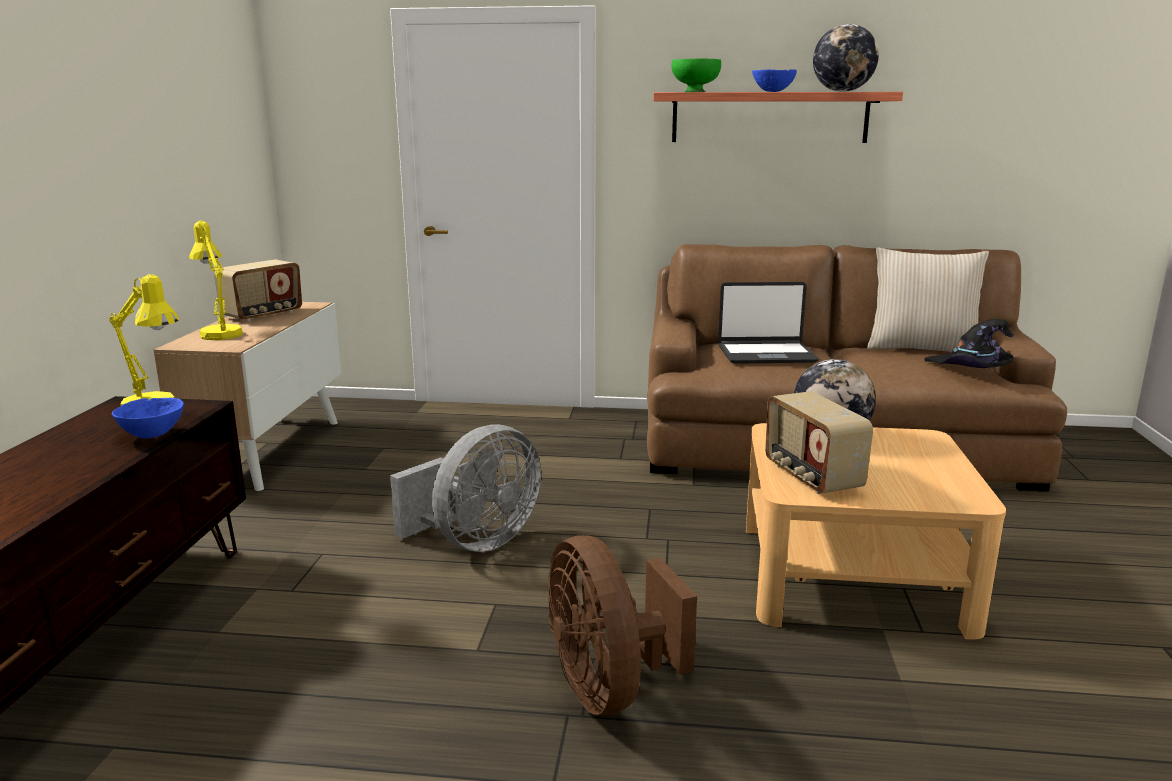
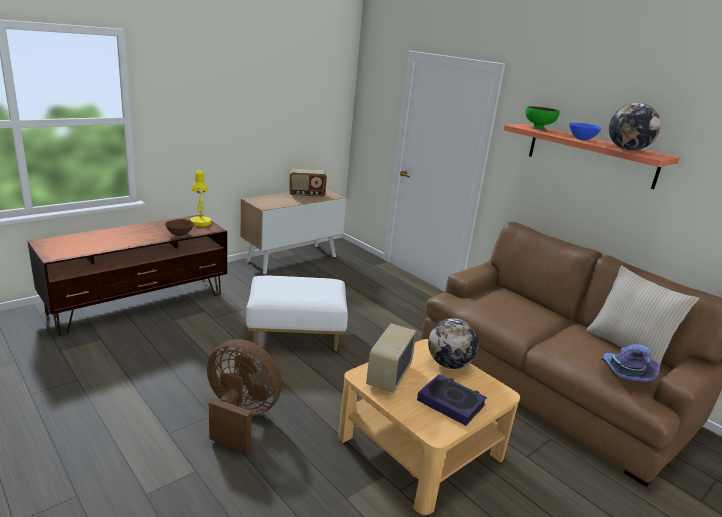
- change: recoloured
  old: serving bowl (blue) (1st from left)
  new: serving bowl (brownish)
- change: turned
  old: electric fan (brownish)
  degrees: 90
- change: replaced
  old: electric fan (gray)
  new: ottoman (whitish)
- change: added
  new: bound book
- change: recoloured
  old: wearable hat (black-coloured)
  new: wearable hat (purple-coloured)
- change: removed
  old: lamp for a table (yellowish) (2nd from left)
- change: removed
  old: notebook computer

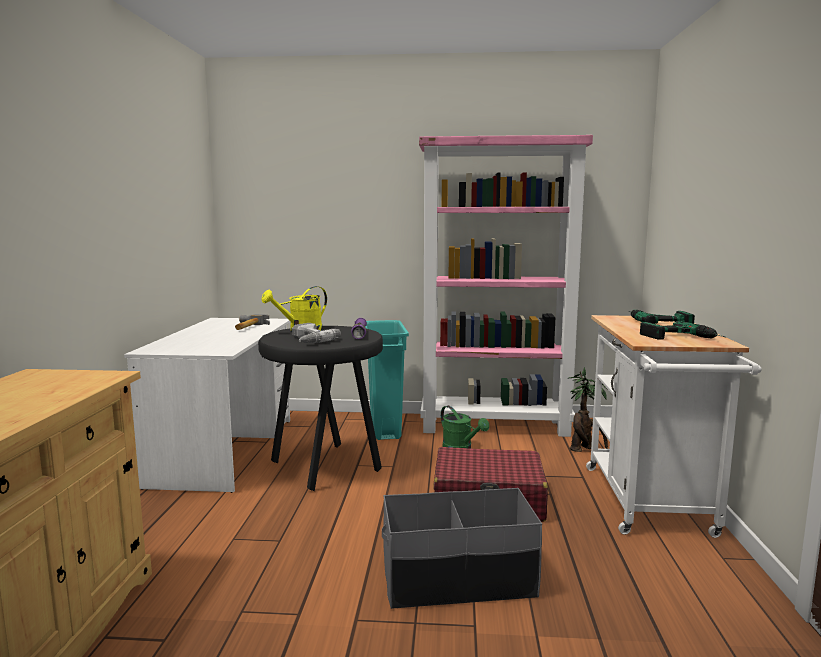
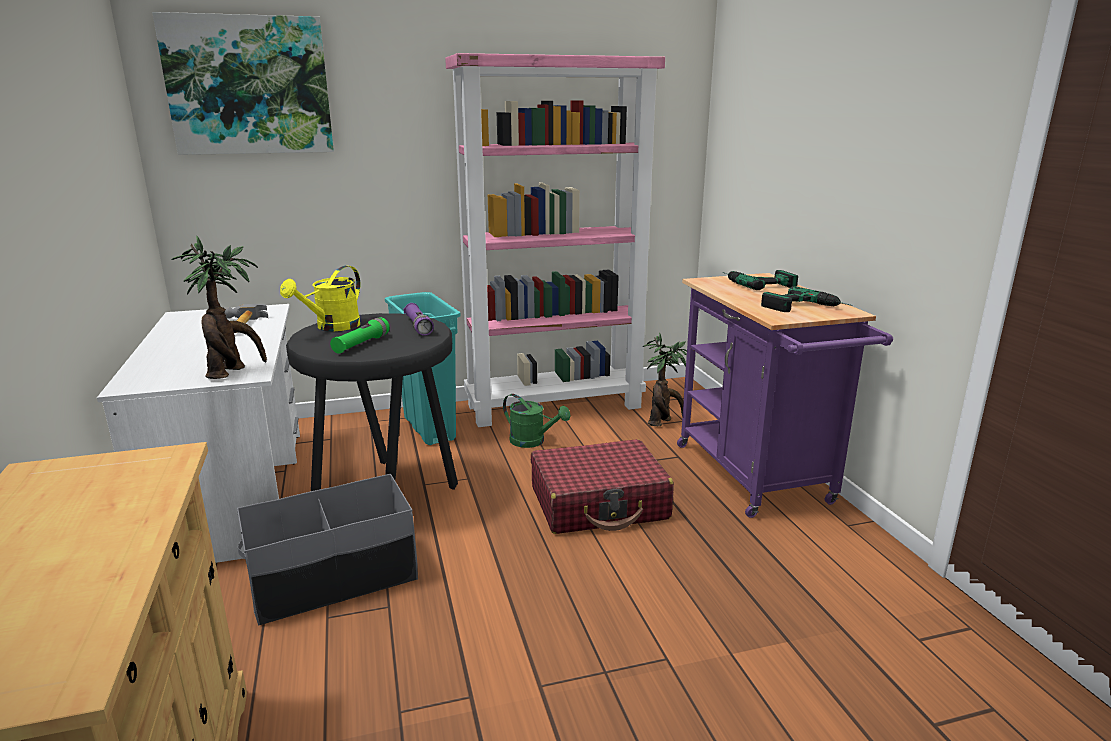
- change: added
  new: wall picture
- change: added
  new: plant in a pot (1st from left)
- change: moved
  old: storage container (gray)
- change: replaced
  old: drill (1st from left)
  new: hand torch (green)
- change: recoloured
  old: cart (whitish)
  new: cart (purple-coloured)

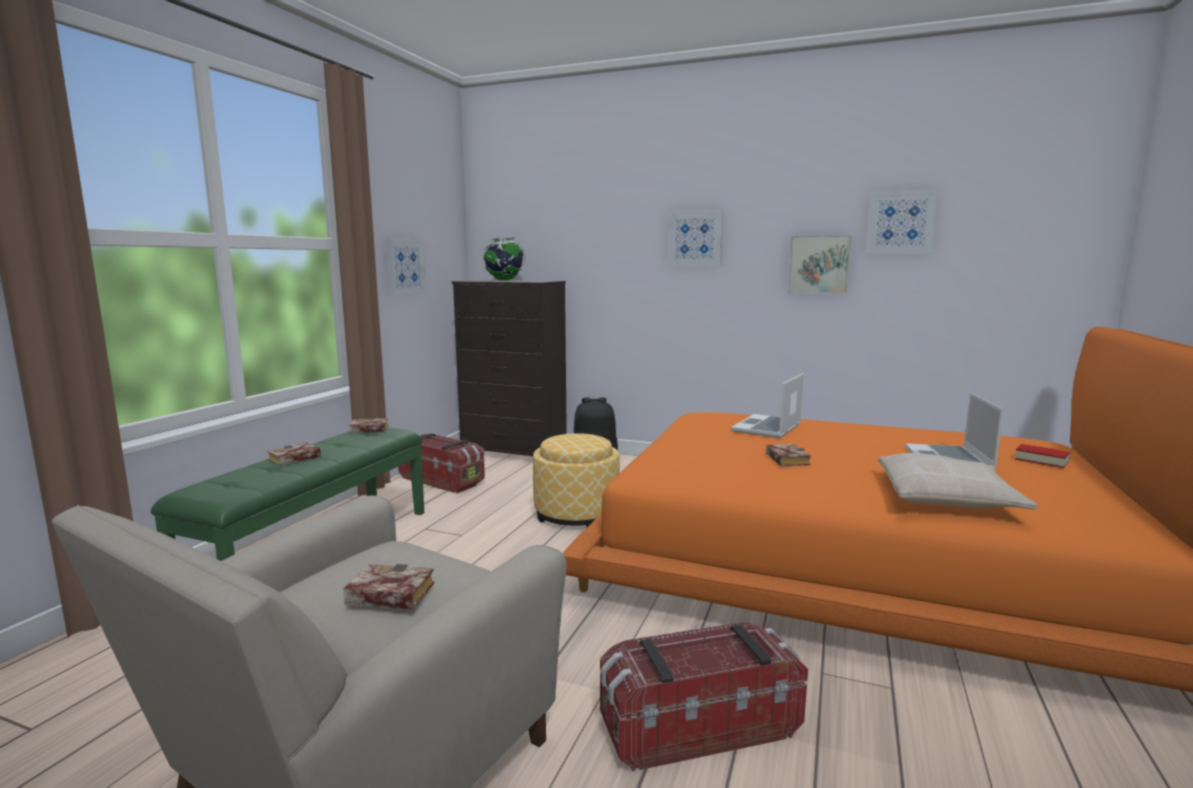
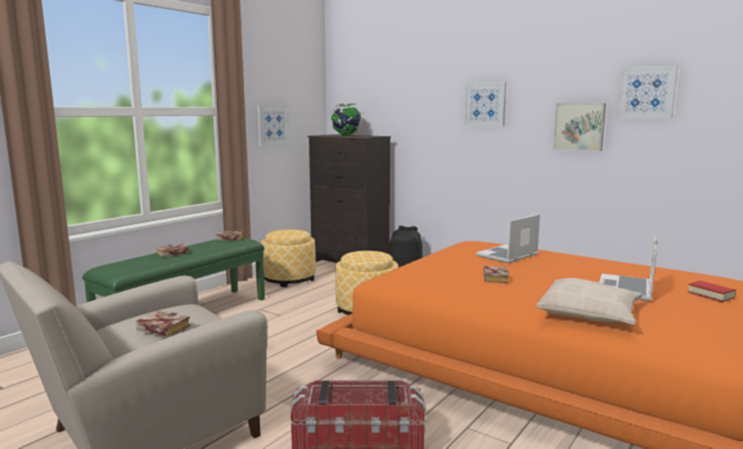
- change: replaced
  old: storage container (1st from left)
  new: ottoman (1st from left)

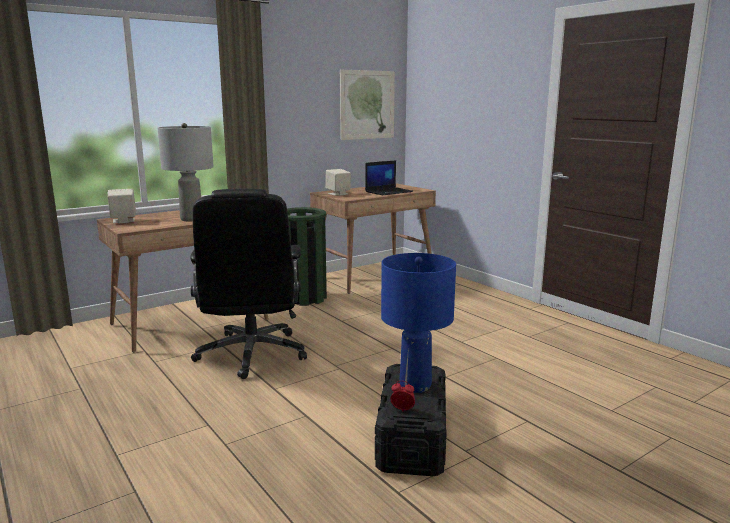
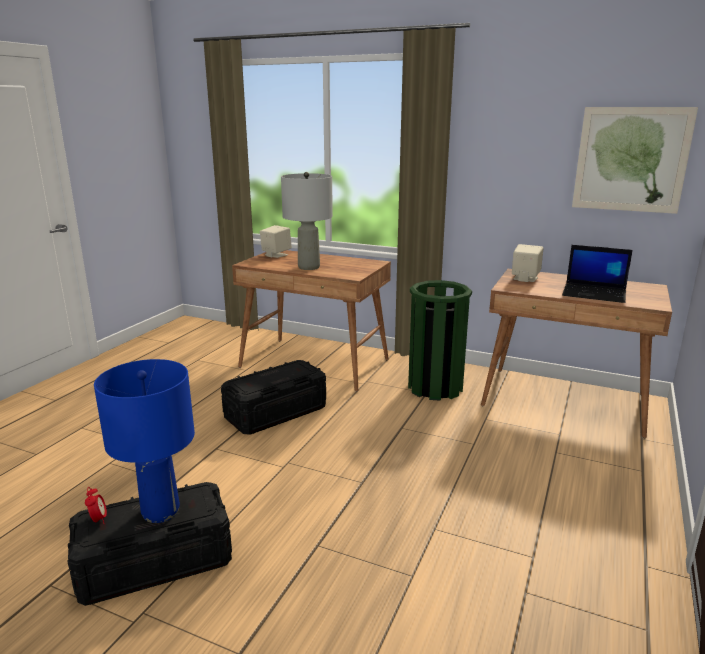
- change: replaced
  old: computer chair (black-coloured)
  new: storage container (black-coloured) (2nd from left)

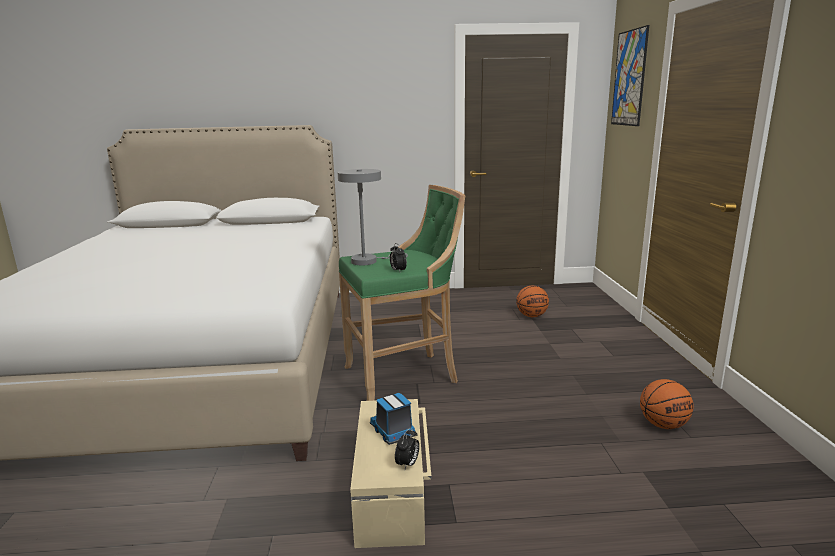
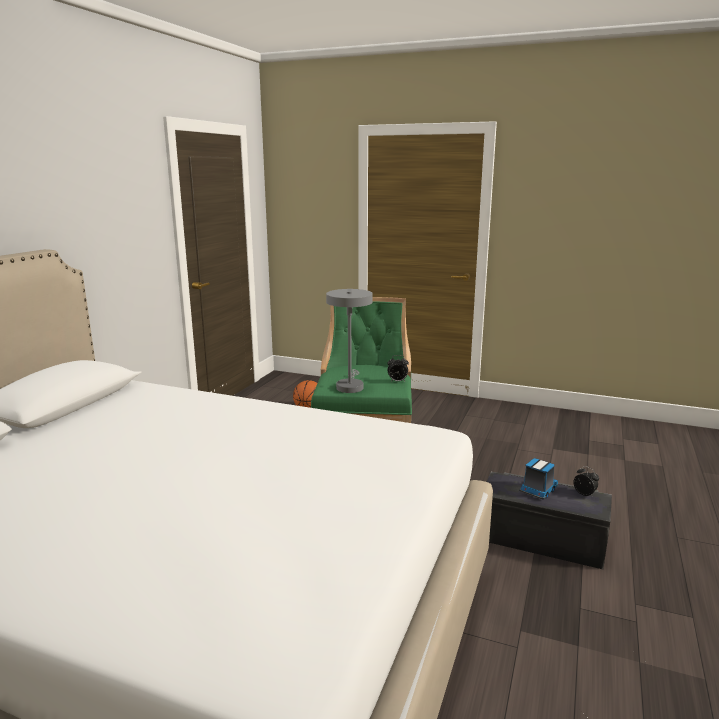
- change: recoloured
  old: storage container (beige)
  new: storage container (black-coloured)
- change: turned
  old: toy lorry
  degrees: 135
- change: removed
  old: wall picture
- change: removed
  old: basketball (2nd from left)

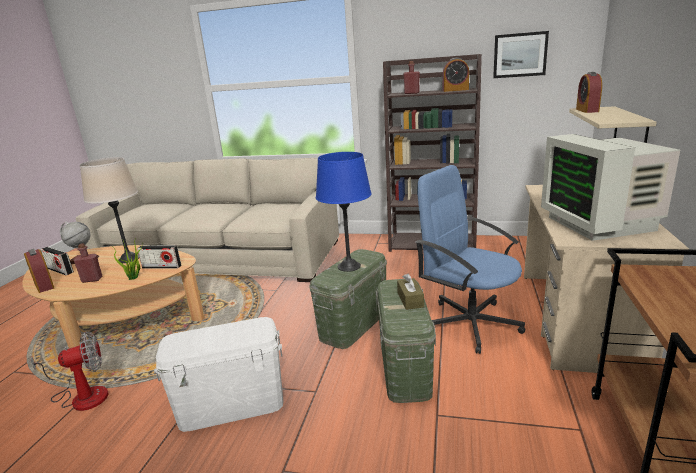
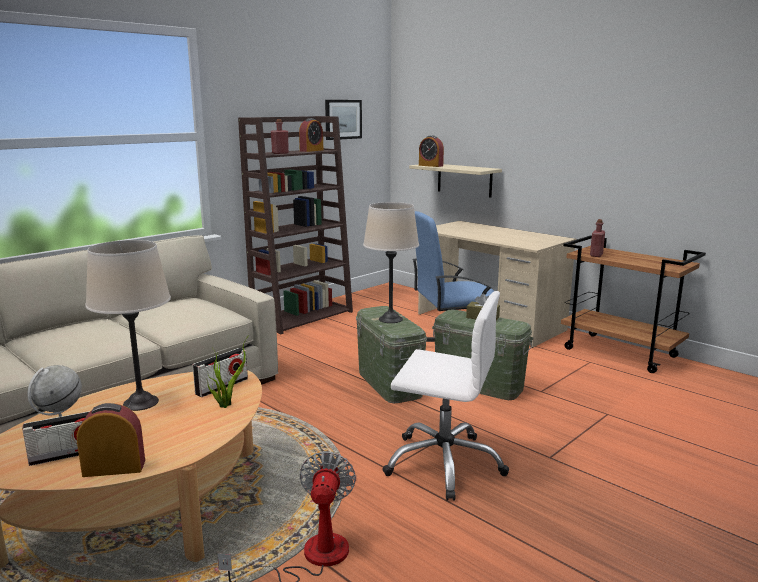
- change: recoloured
  old: lamp for a table (blue)
  new: lamp for a table (beige) (2nd from left)
- change: replaced
  old: storage container (whitish)
  new: computer chair (whitish)
- change: moved
  old: bottle (red) (1st from left in the first image)
  new: bottle (red) (2nd from left)
- change: removed
  old: computer display

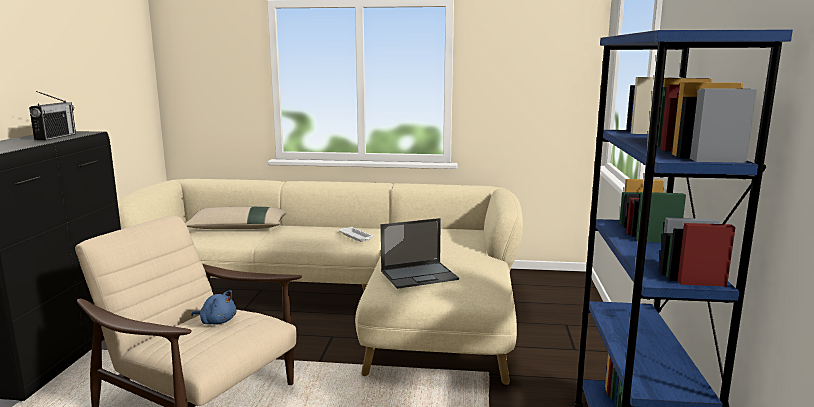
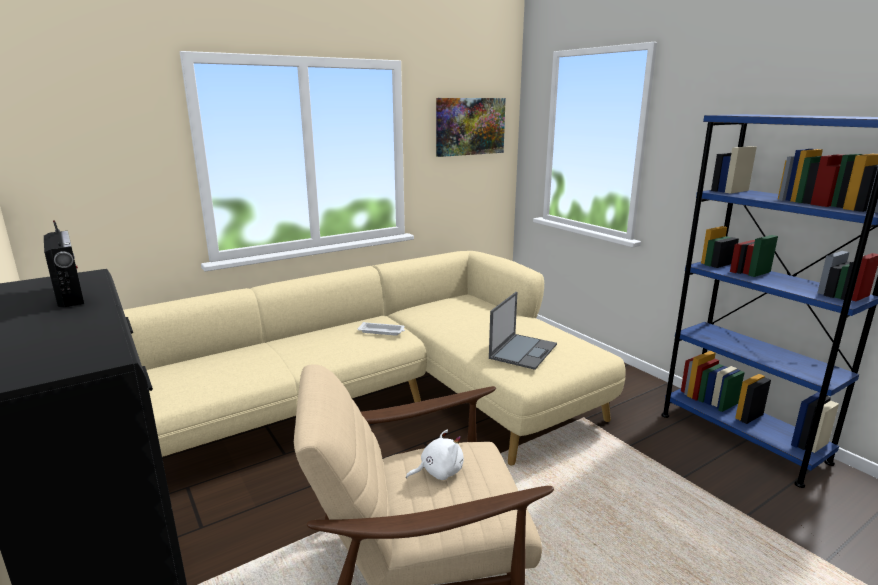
- change: recoloured
  old: cuddly toy (blue)
  new: cuddly toy (whitish)
- change: added
  new: wall picture
- change: removed
  old: pillow (beige)

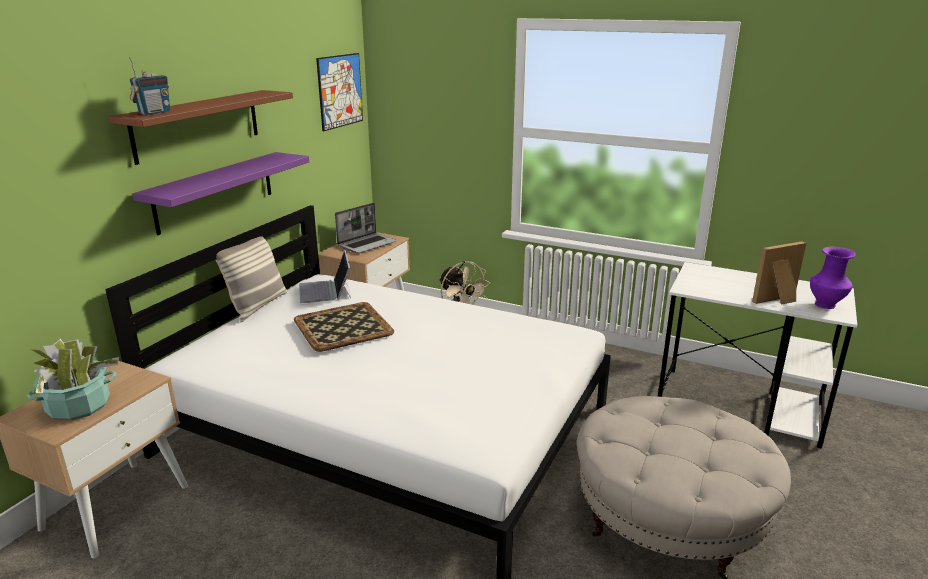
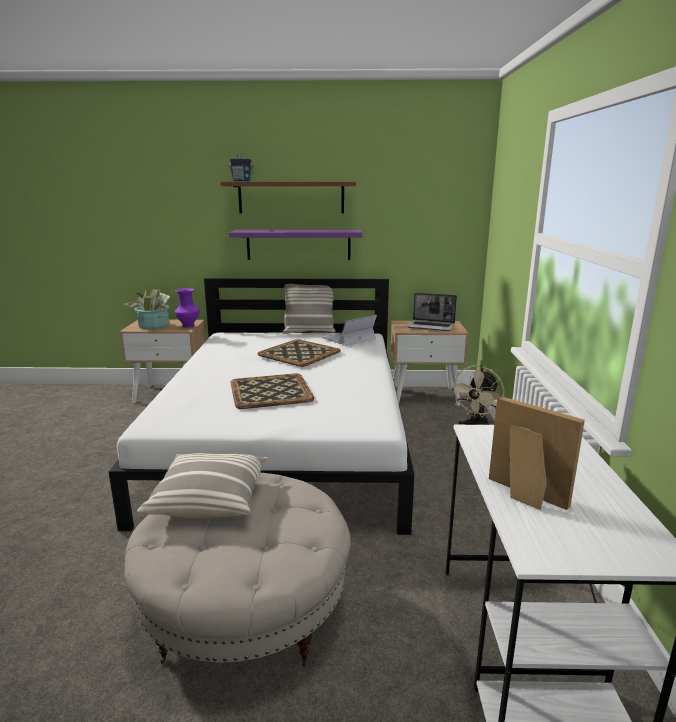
- change: added
  new: pillow (1st from left)
- change: moved
  old: vase (purple-coloured)
- change: added
  new: carrying tray (1st from left)
- change: removed
  old: wall picture

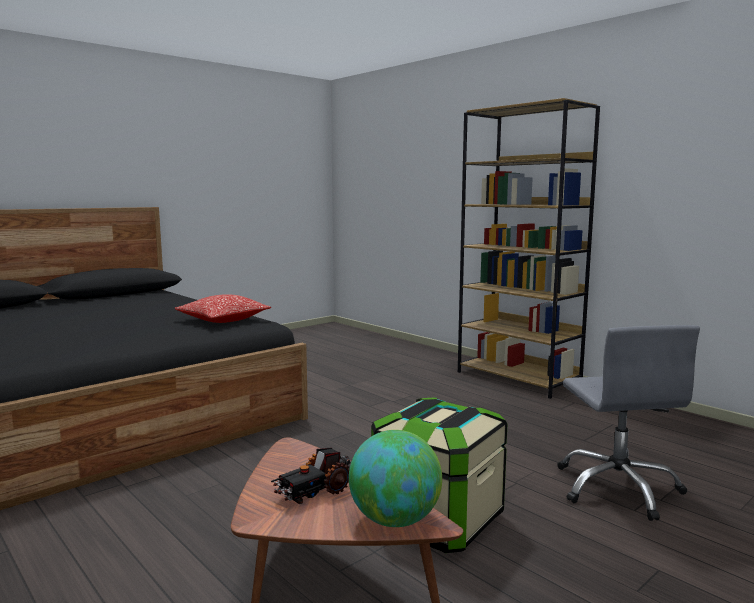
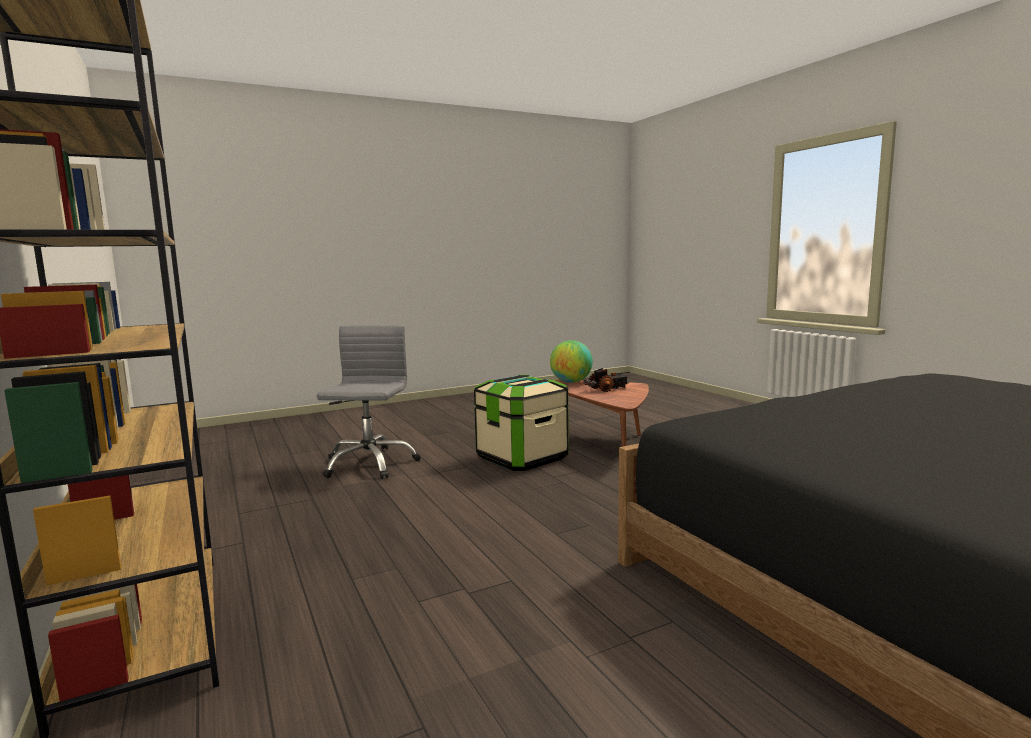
- change: removed
  old: pillow

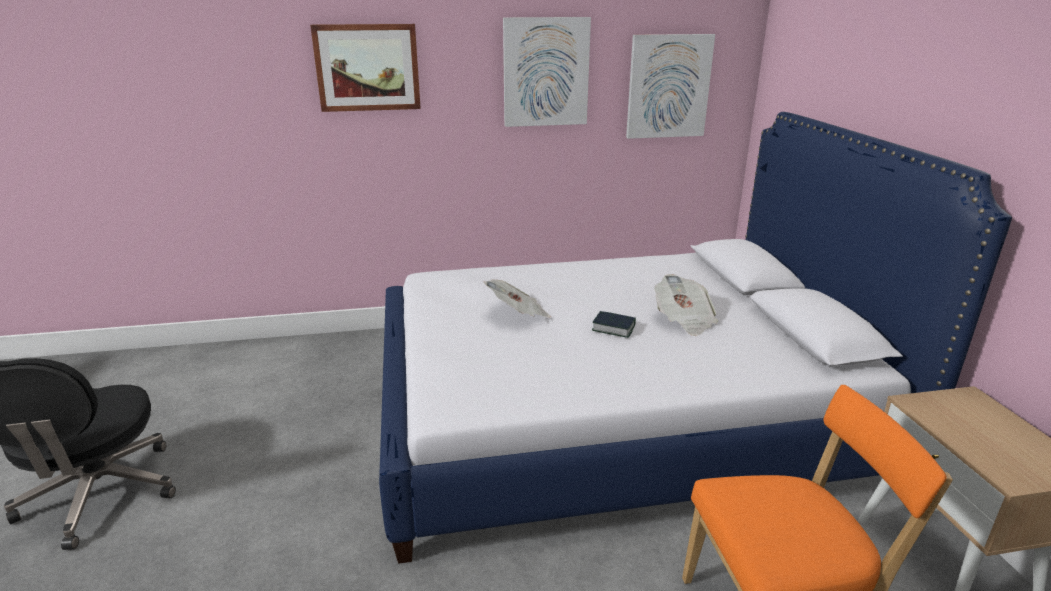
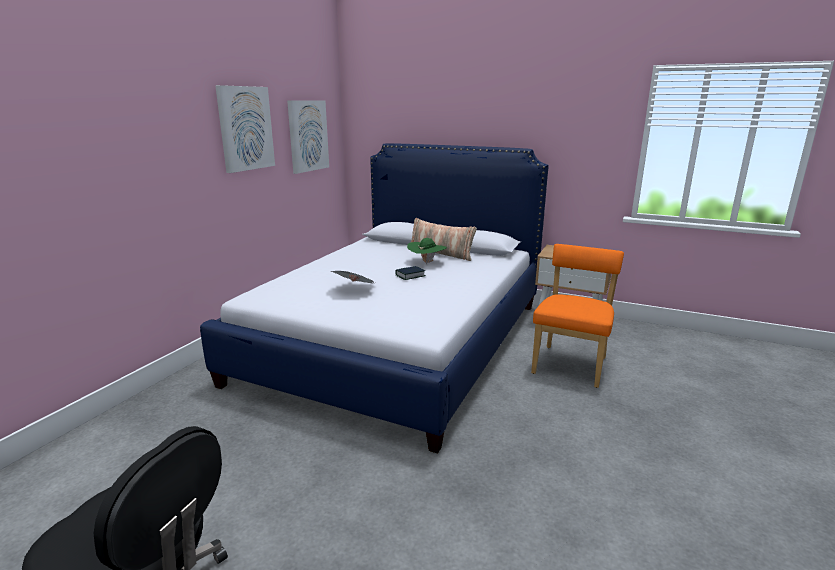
- change: replaced
  old: printed paper (2nd from left)
  new: wearable hat (green)
- change: added
  new: pillow
- change: removed
  old: wall picture (1st from left)

